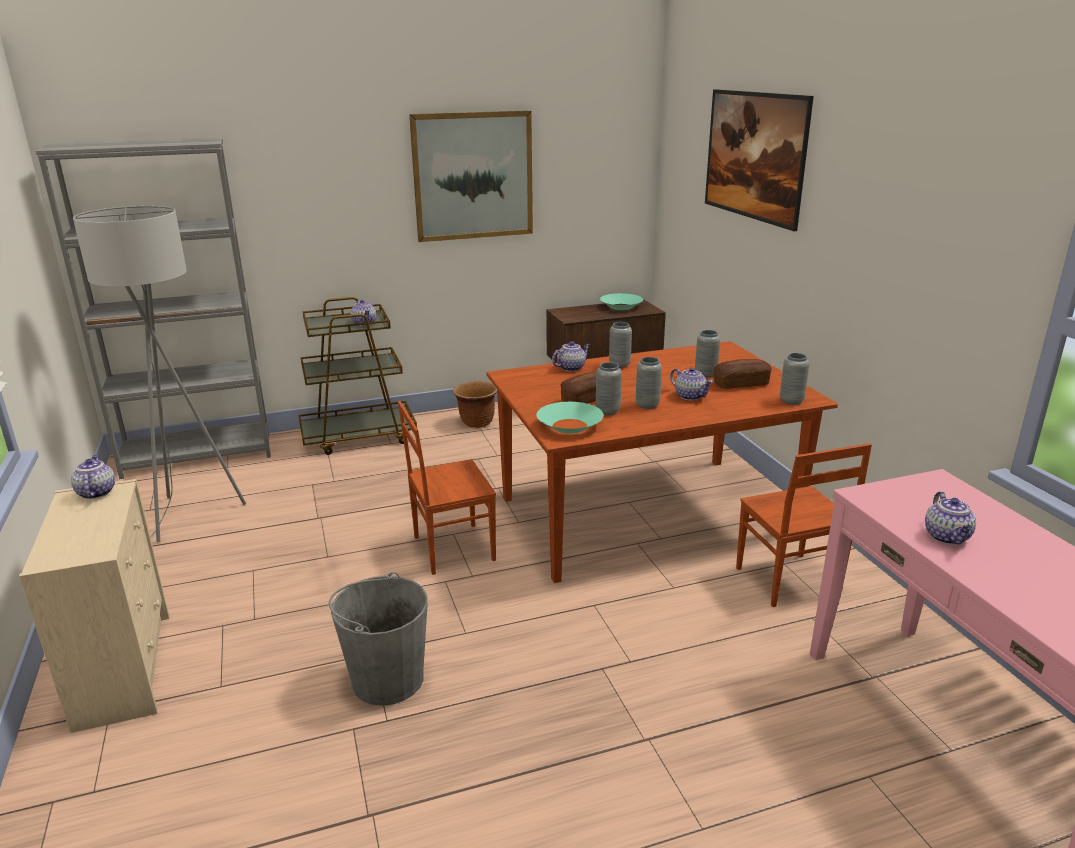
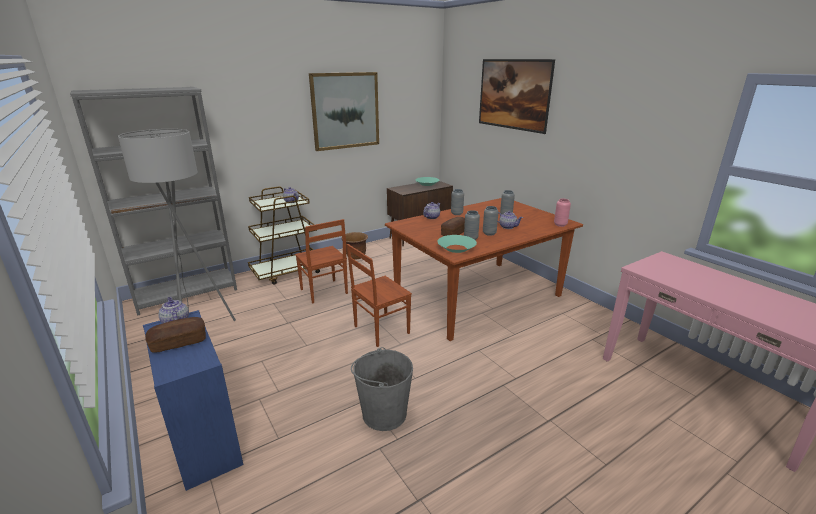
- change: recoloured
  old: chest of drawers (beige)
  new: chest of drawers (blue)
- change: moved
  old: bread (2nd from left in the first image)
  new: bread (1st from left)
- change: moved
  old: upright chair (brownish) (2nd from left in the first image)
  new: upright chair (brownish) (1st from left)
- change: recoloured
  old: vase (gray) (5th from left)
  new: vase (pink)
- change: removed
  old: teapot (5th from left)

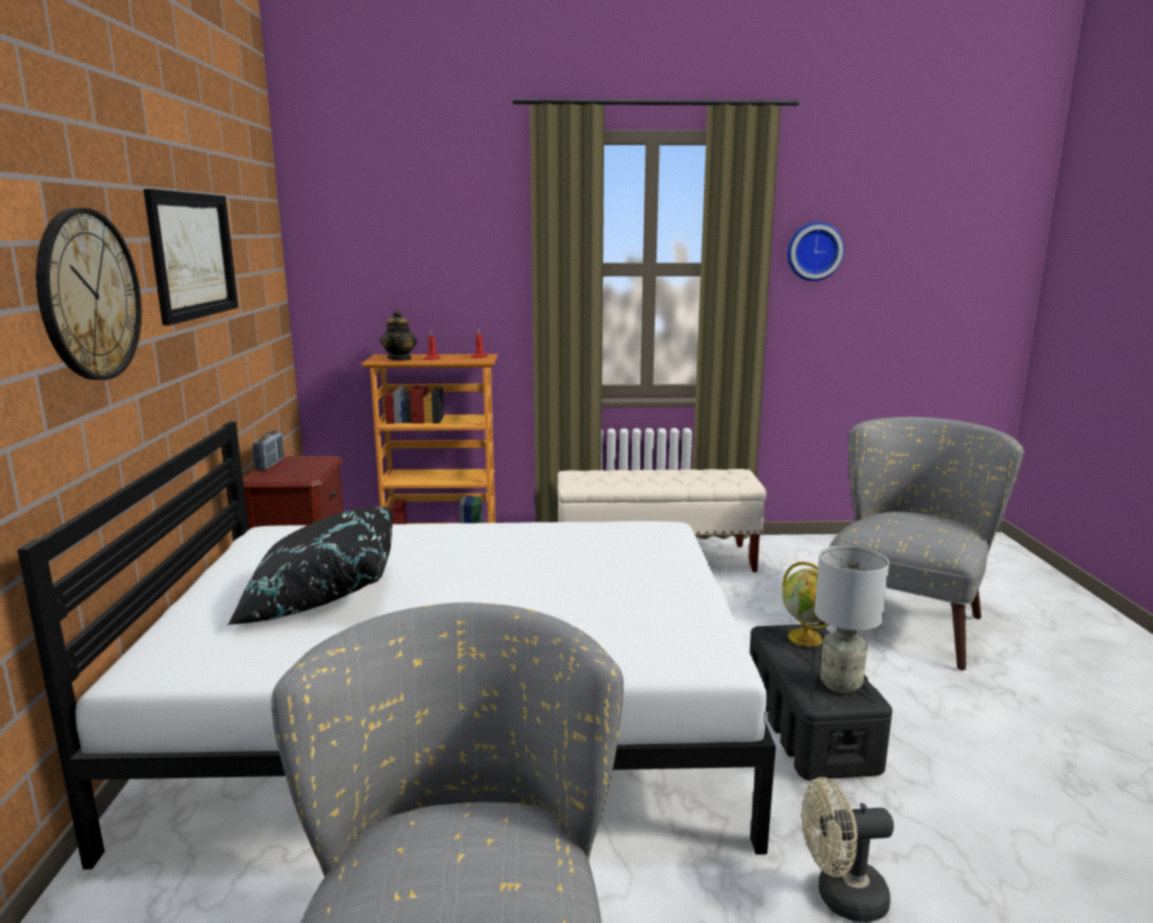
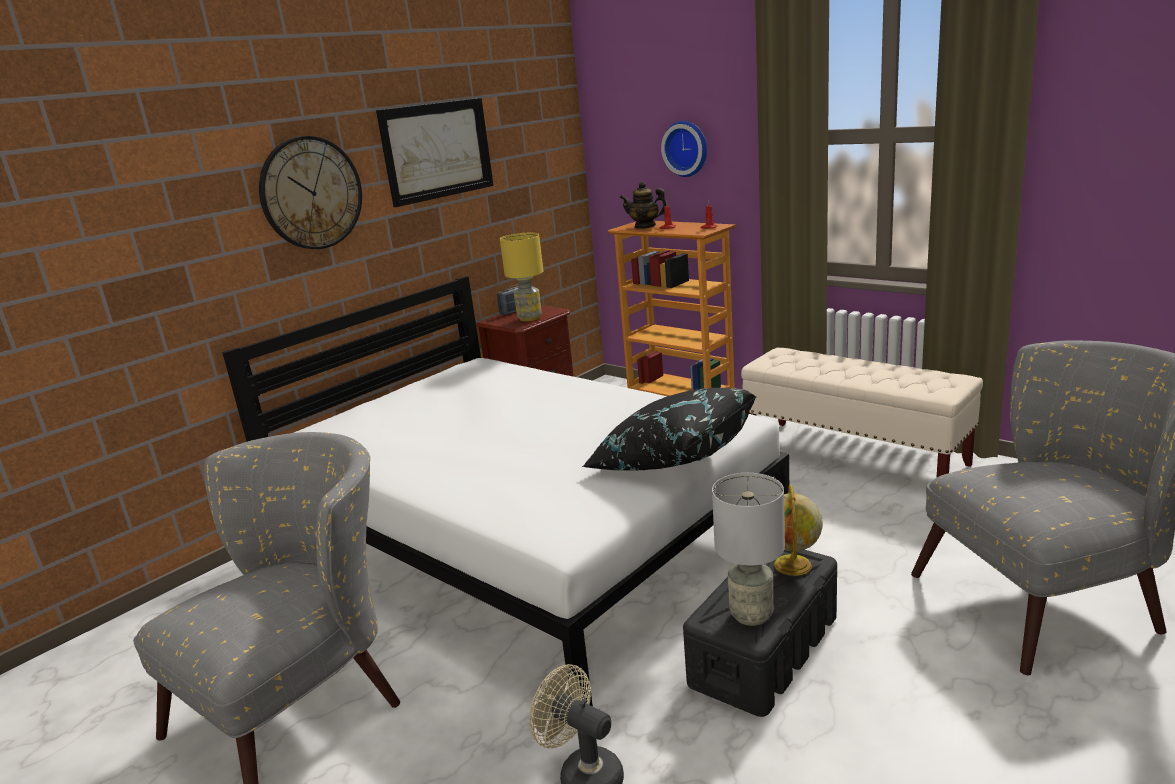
- change: added
  new: lamp for a table (yellowish)
- change: moved
  old: pillow (black-coloured)
- change: turned
  old: teapot
  degrees: 60
- change: moved
  old: hanging clock (2nd from left)

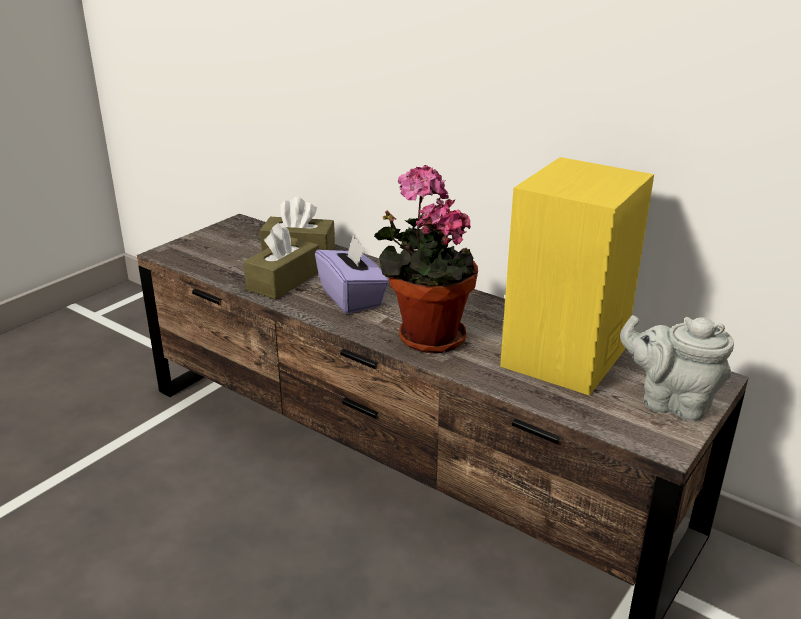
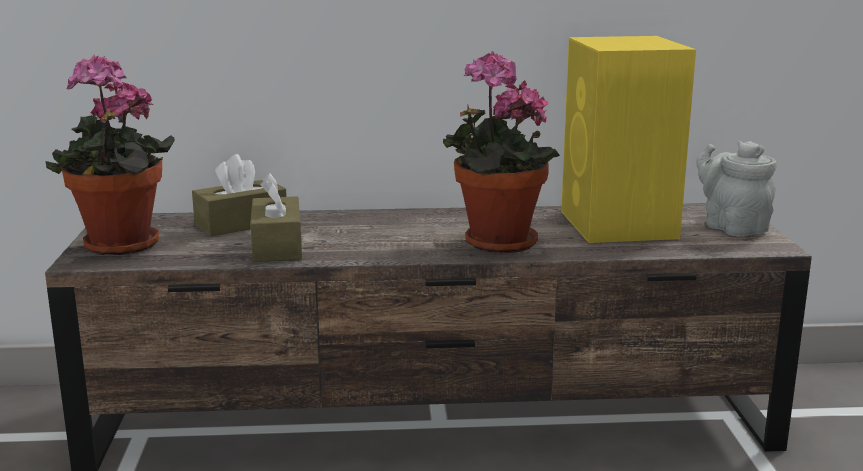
- change: added
  new: plant in a pot (1st from left)
- change: turned
  old: teapot (gray)
  degrees: 75
- change: removed
  old: box of tissues (purple-coloured)

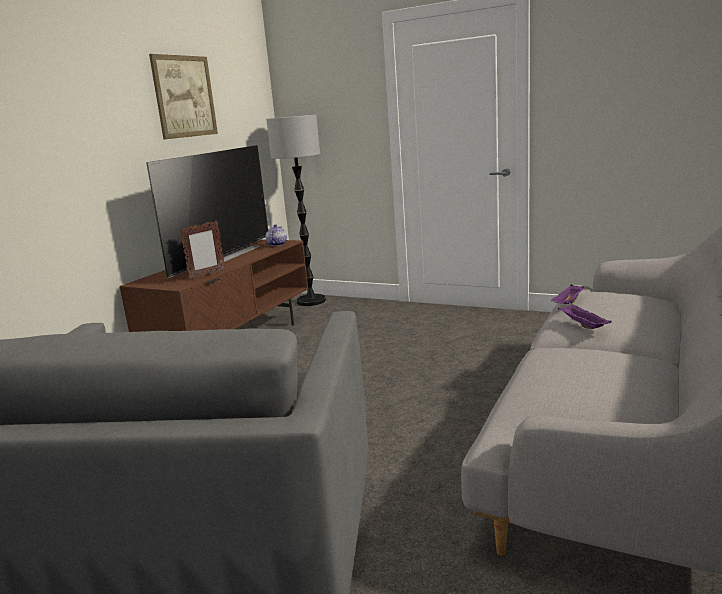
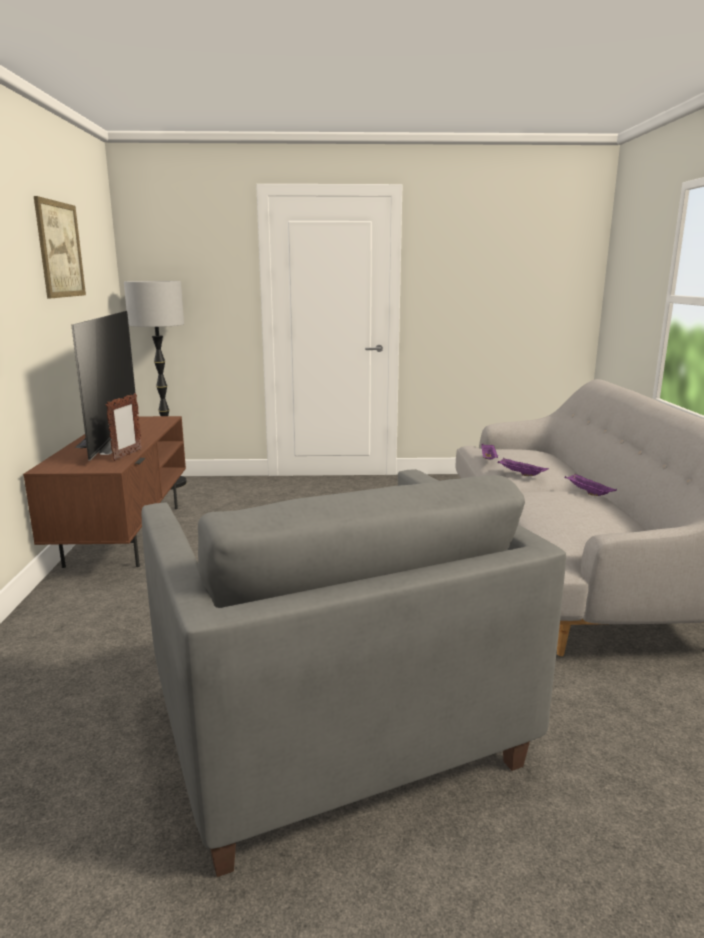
- change: added
  new: carrying tray (purple-coloured) (3rd from left)
- change: removed
  old: teapot

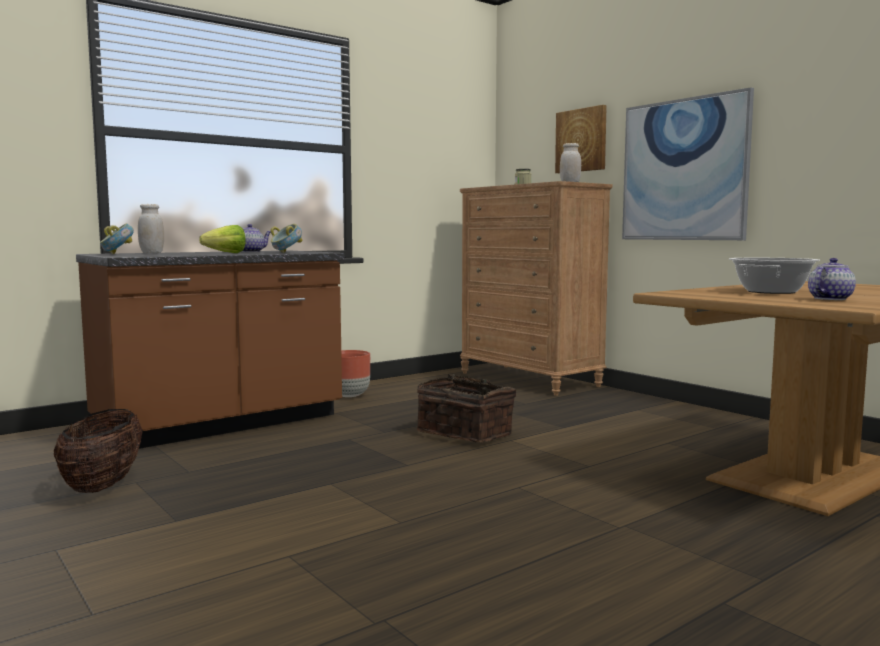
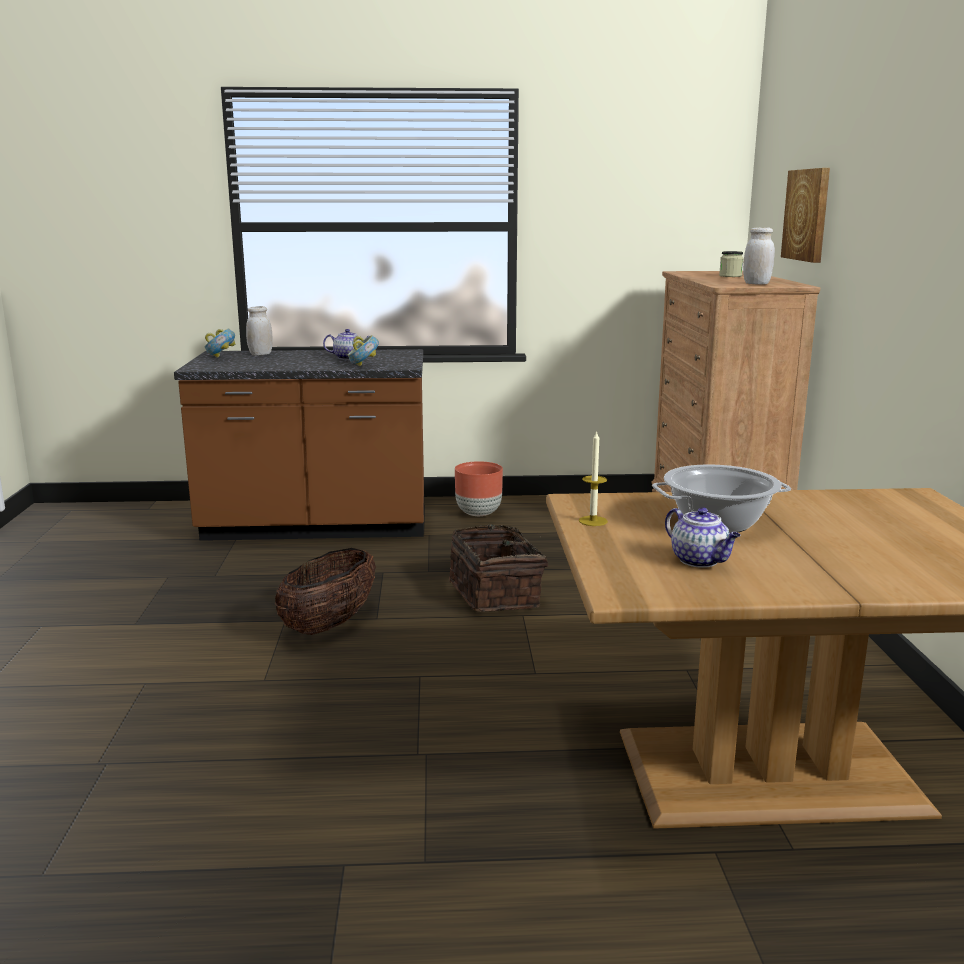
- change: moved
  old: storage basket (1st from left)
- change: added
  new: wax light
- change: turned
  old: teapot (2nd from left)
  degrees: 60
- change: removed
  old: head of lettuce
- change: removed
  old: wall picture (2nd from left)

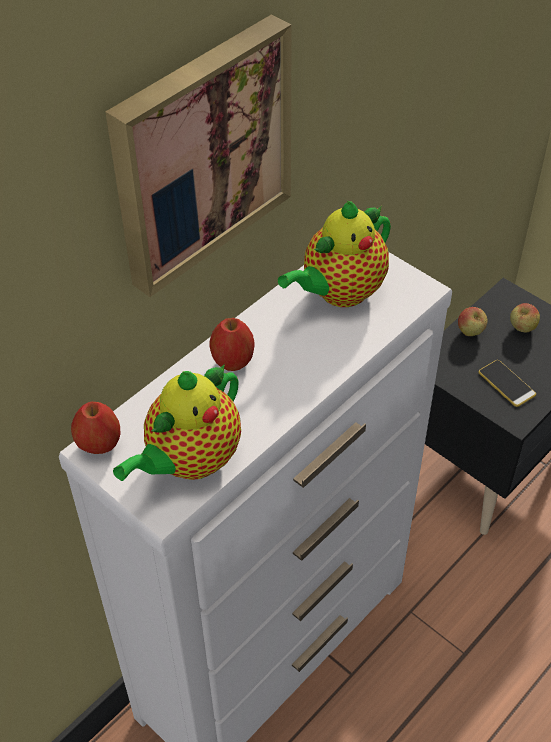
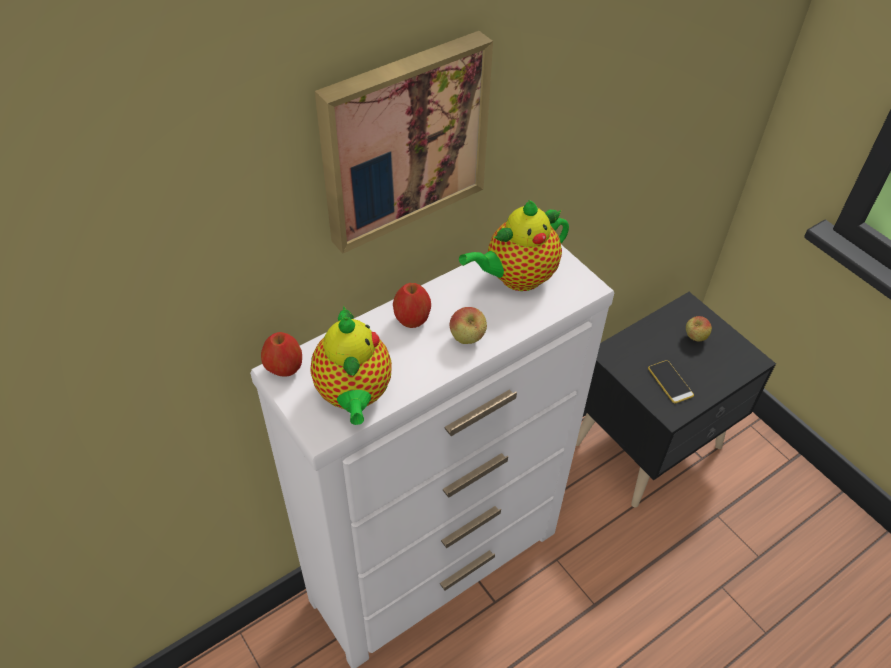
- change: turned
  old: teapot (1st from left)
  degrees: -60
- change: moved
  old: whole apple (3rd from left)

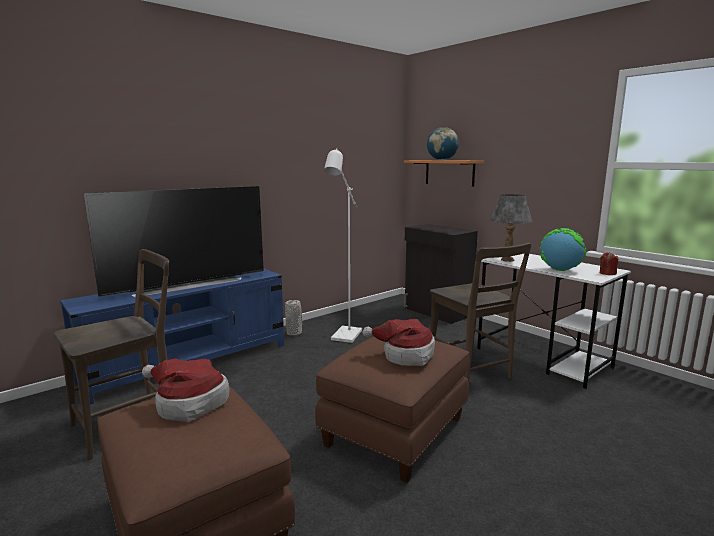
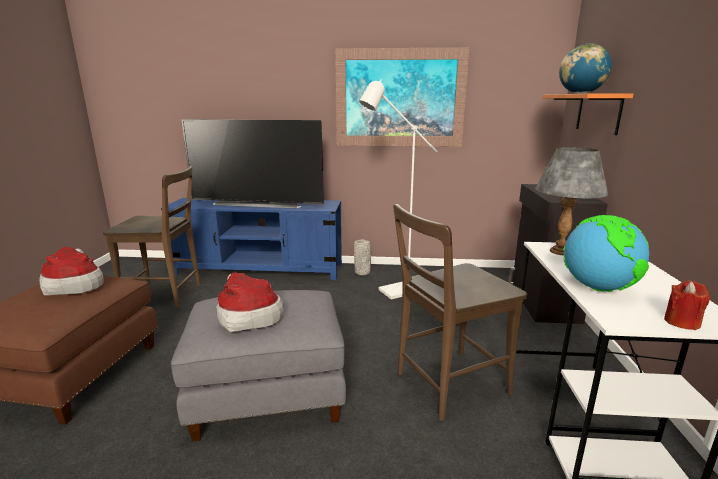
- change: recoloured
  old: ottoman (brownish) (2nd from left)
  new: ottoman (gray)
- change: added
  new: wall picture
- change: turned
  old: upright chair (brownish) (2nd from left)
  degrees: 45

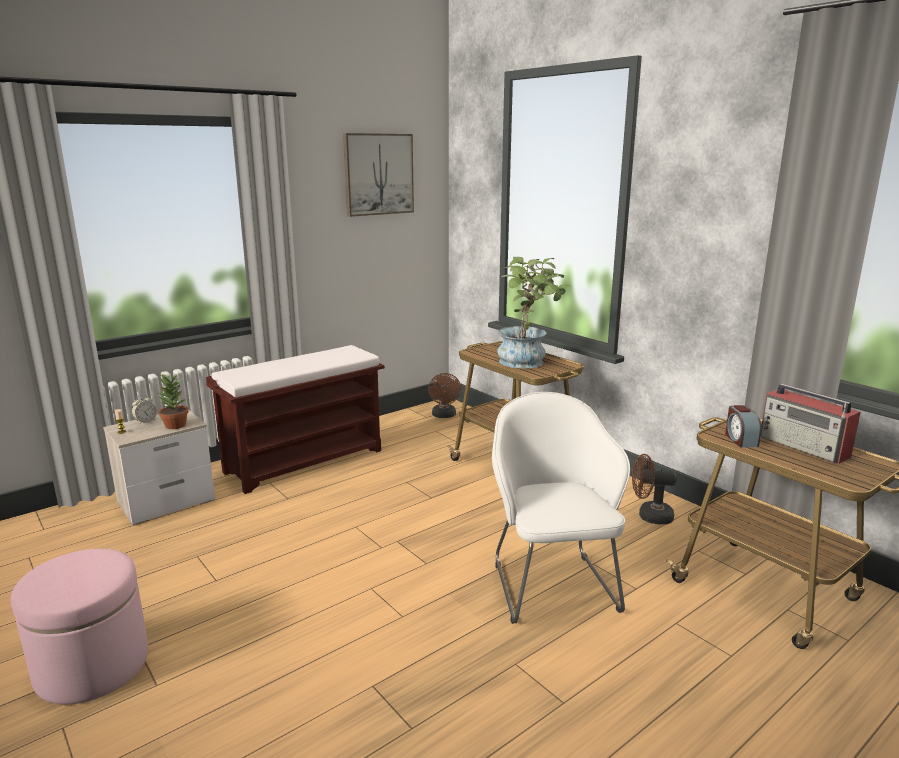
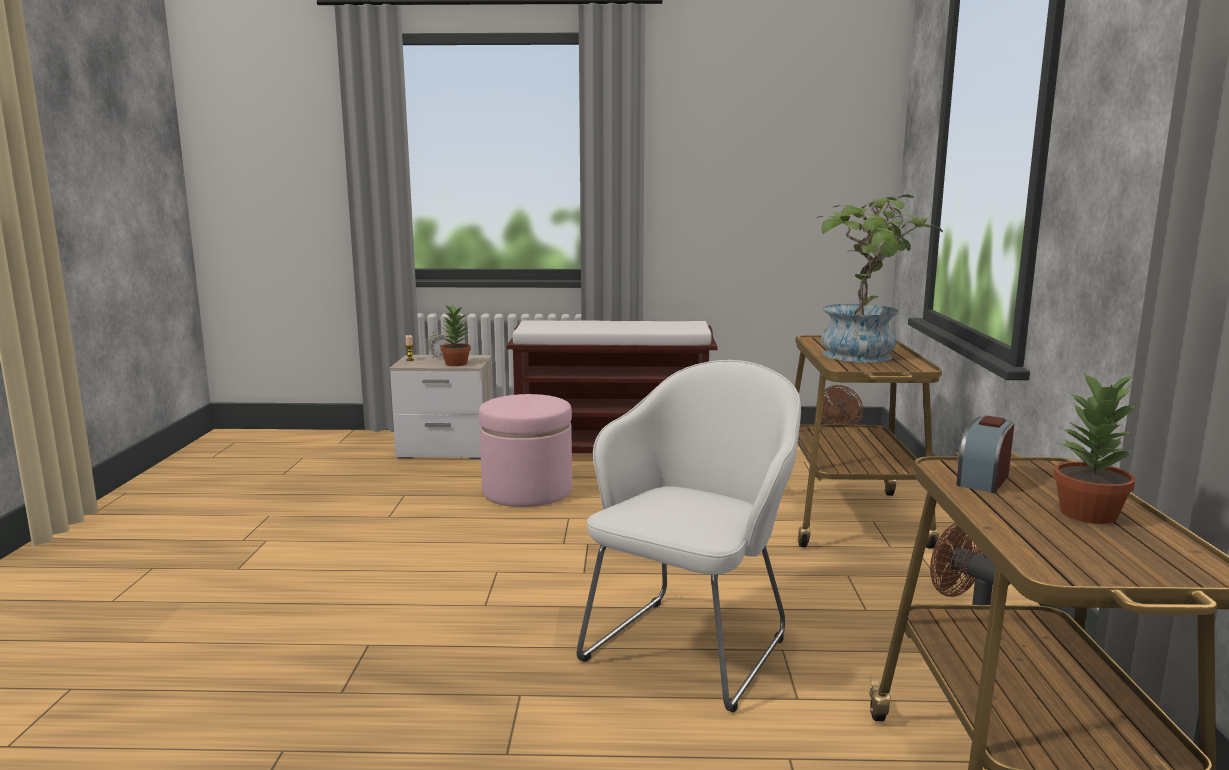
- change: moved
  old: ottoman (pink)
- change: replaced
  old: radio set
  new: plant in a pot (3rd from left)
- change: removed
  old: wall picture

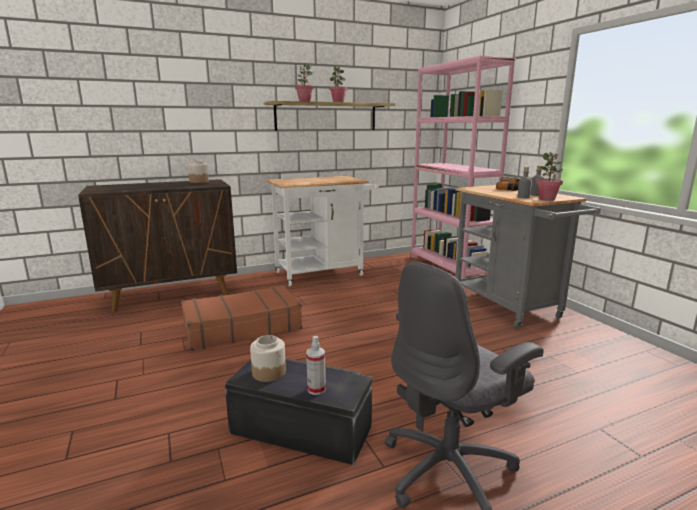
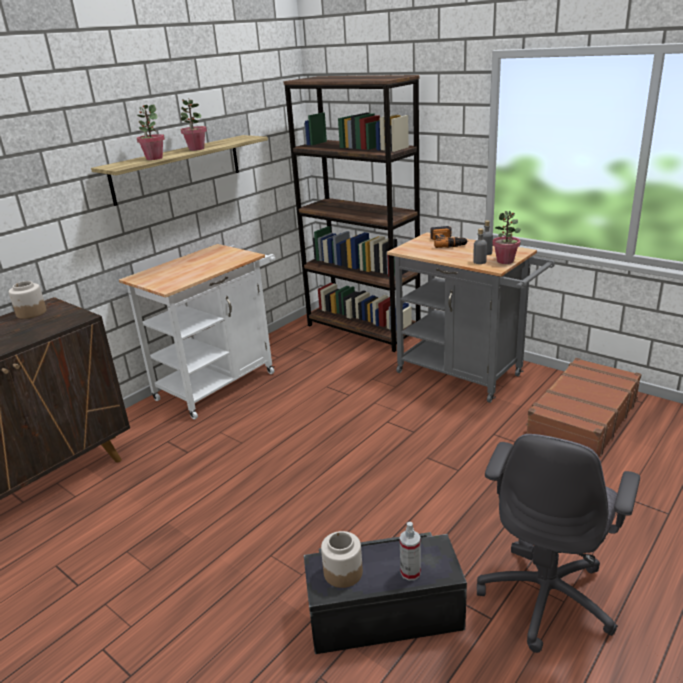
- change: recoloured
  old: bookshelf (pink)
  new: bookshelf (brownish)
- change: moved
  old: piece of luggage (brownish)

